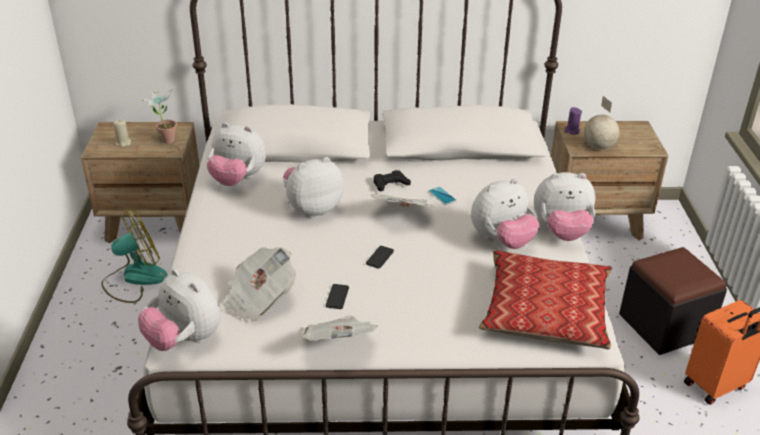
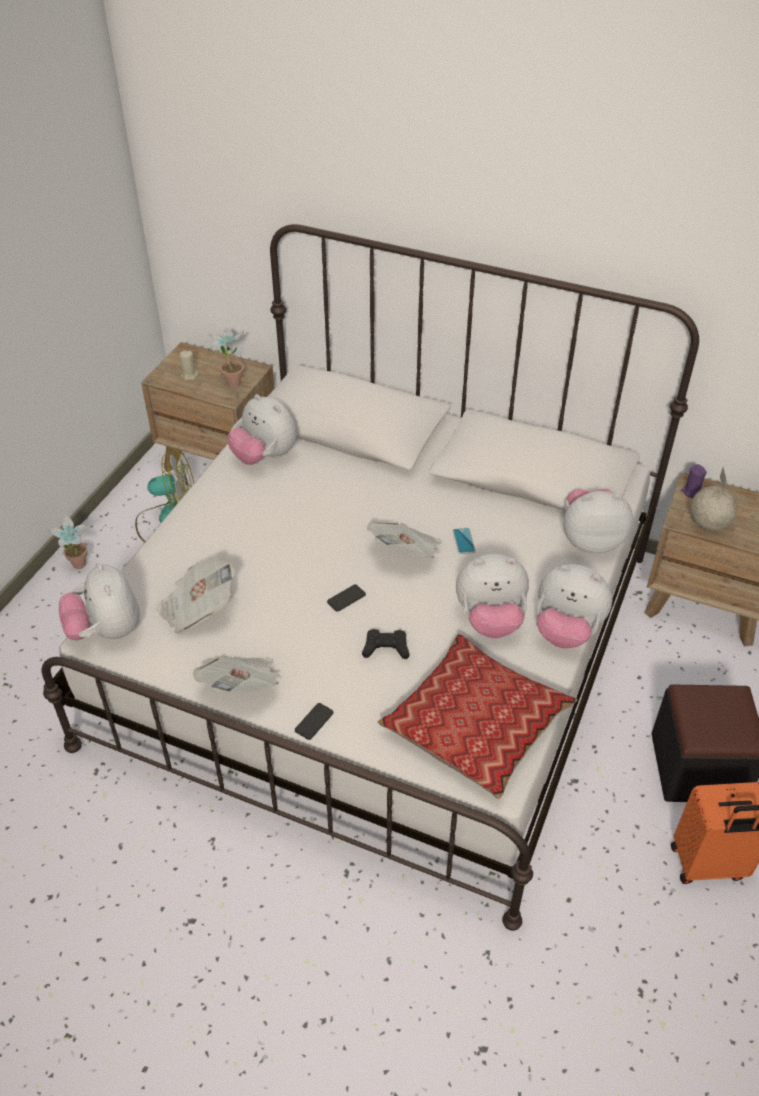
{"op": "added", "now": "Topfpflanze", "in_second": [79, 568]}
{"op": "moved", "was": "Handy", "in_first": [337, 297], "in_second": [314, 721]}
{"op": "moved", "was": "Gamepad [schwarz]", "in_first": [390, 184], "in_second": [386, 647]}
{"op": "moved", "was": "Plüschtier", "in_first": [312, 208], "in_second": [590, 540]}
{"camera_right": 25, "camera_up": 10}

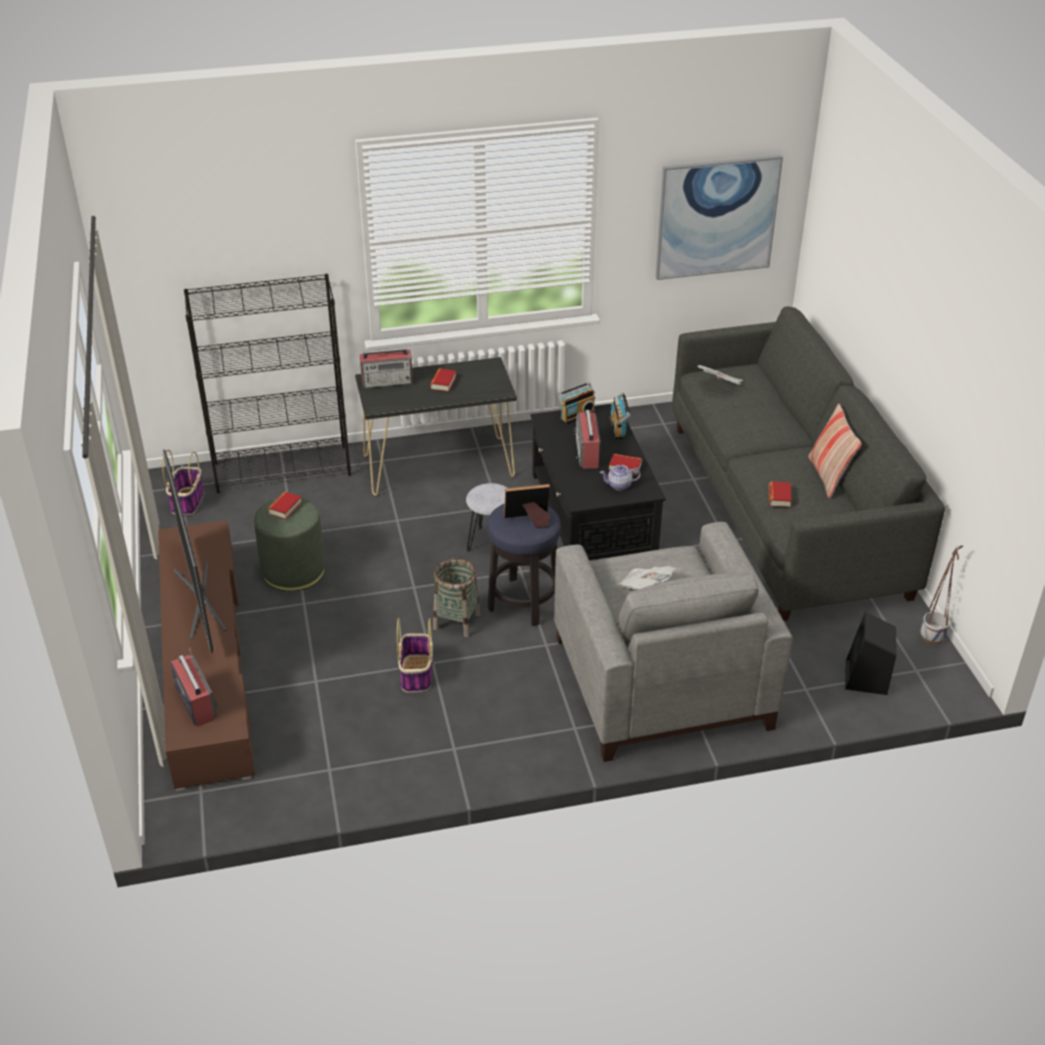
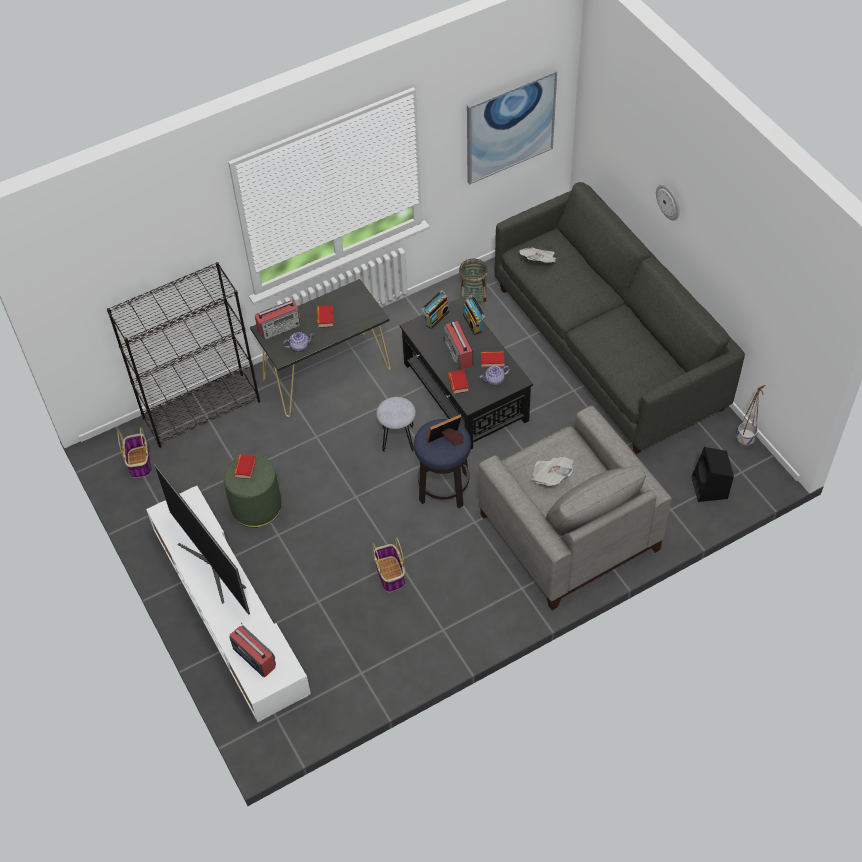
{"op": "recoloured", "was": "Fernsehschrank [braun]", "now": "Fernsehschrank [weiß]", "in_first": [207, 663], "in_second": [229, 609]}
{"op": "added", "now": "Teekanne", "in_second": [300, 346]}
{"op": "moved", "was": "Buch", "in_first": [779, 497], "in_second": [458, 383]}
{"op": "moved", "was": "Korb", "in_first": [457, 621], "in_second": [473, 300]}
{"op": "added", "now": "Wanduhr", "in_second": [668, 201]}
{"op": "removed", "was": "Kissen", "in_first": [828, 476]}
{"camera_right": -15, "camera_up": 15}

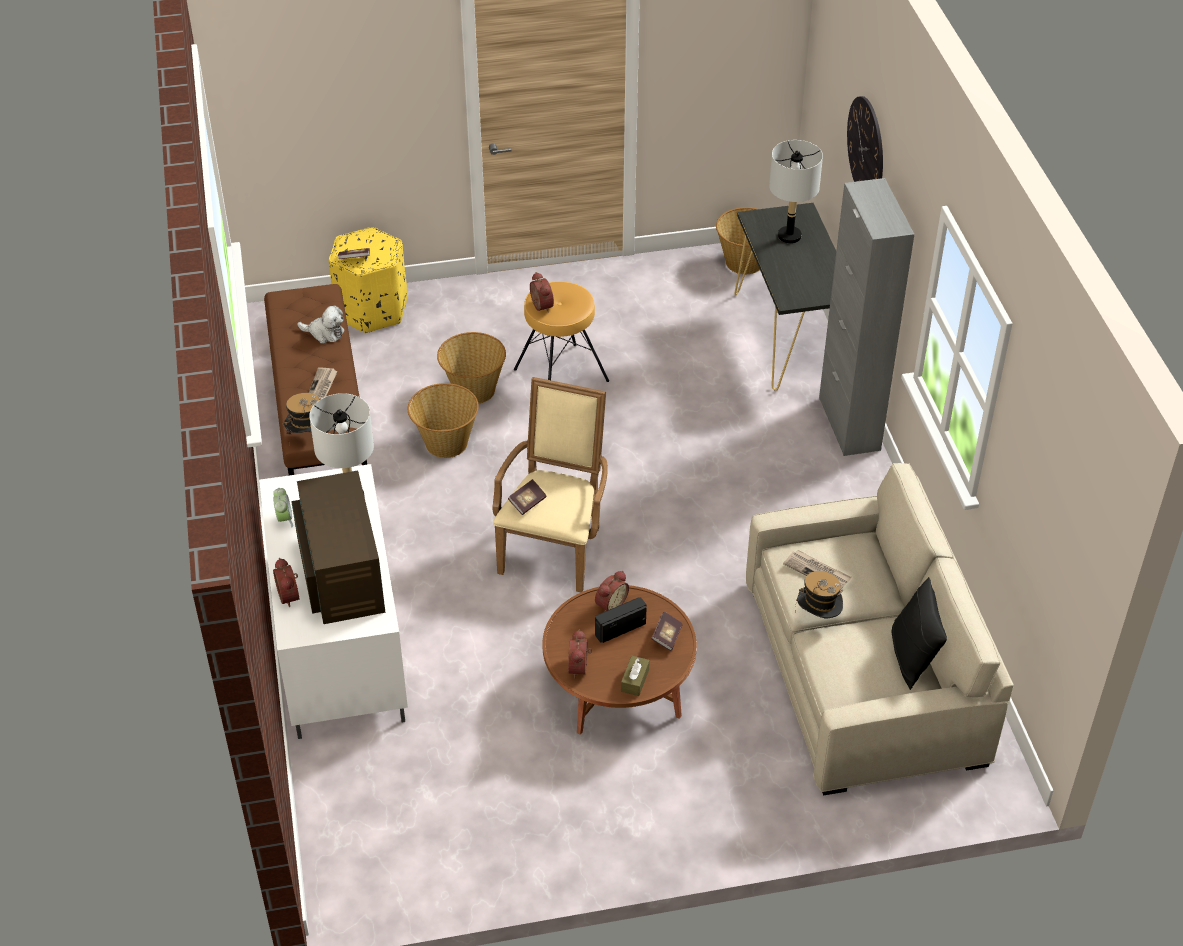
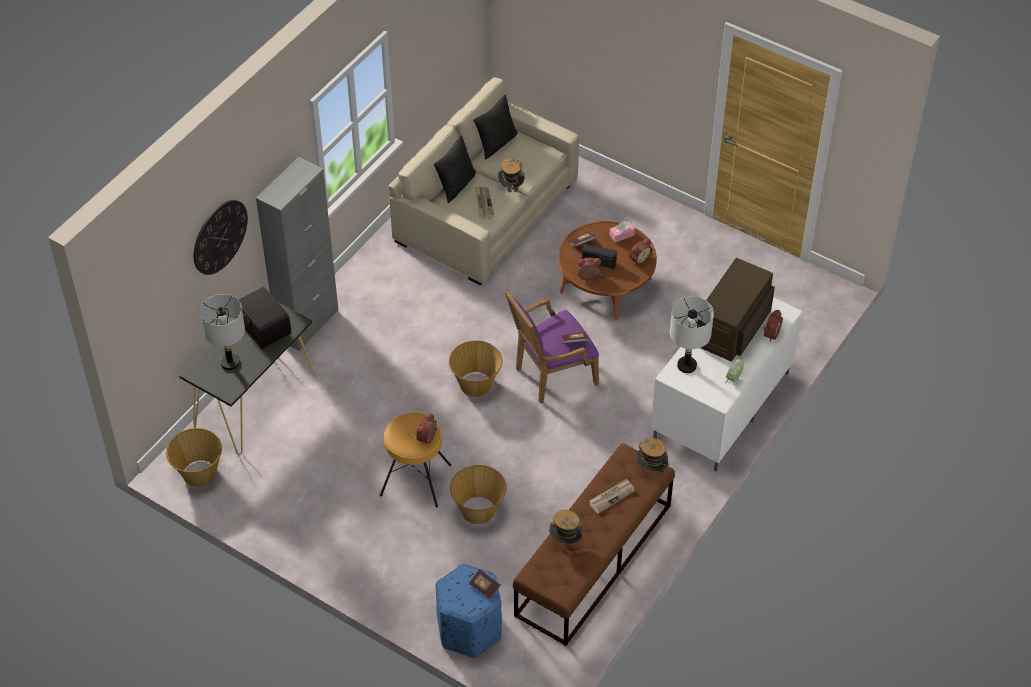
{"op": "added", "now": "Radio", "in_second": [265, 327]}
{"op": "added", "now": "Kissen [schwarz]", "in_second": [456, 185]}
{"op": "recoloured", "was": "Polsterhocker [gelb]", "now": "Polsterhocker [blau]", "in_first": [371, 310], "in_second": [469, 630]}
{"op": "moved", "was": "Korb", "in_first": [445, 443], "in_second": [476, 384]}
{"op": "recoloured", "was": "Sessel [beige]", "now": "Sessel [lila]", "in_first": [555, 546], "in_second": [550, 376]}
{"op": "replaced", "was": "Plüschtier", "now": "Hut", "in_first": [325, 333], "in_second": [565, 540]}
{"op": "recoloured", "was": "Taschentuchbox [braun]", "now": "Taschentuchbox [rosa]", "in_first": [635, 680], "in_second": [621, 235]}
{"camera_right": -135, "camera_up": 5}

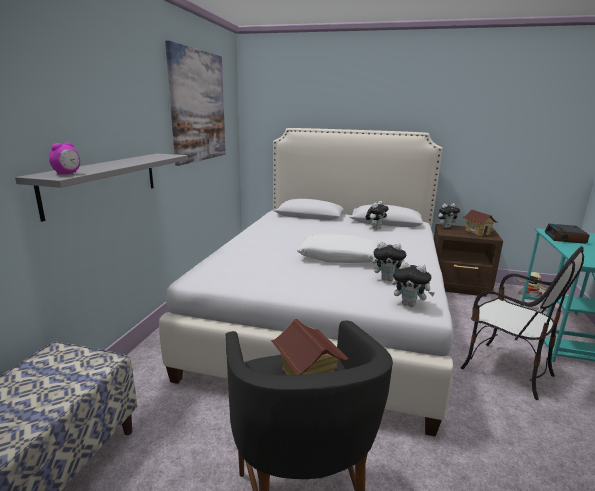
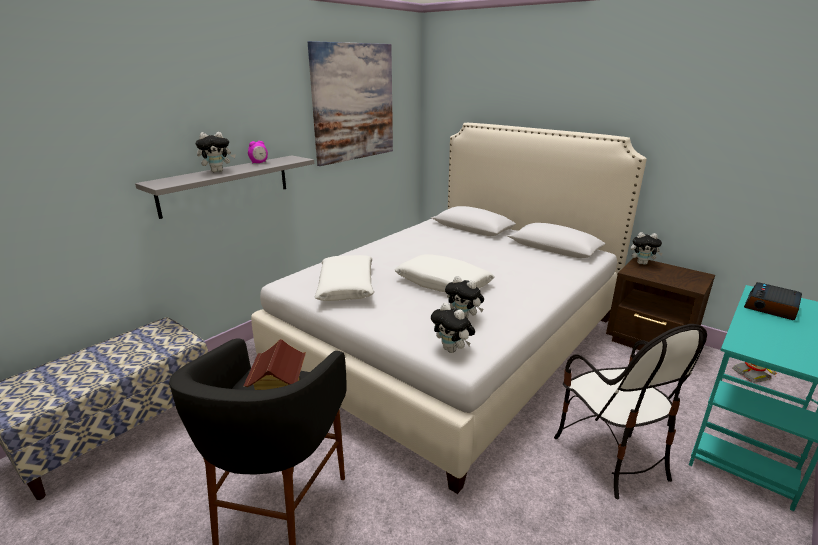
{"op": "moved", "was": "Plüschtier", "in_first": [375, 228], "in_second": [218, 171]}
{"op": "moved", "was": "Wecker", "in_first": [67, 174], "in_second": [259, 163]}
{"op": "added", "now": "Kissen [weiß]", "in_second": [346, 286]}
{"op": "removed", "was": "Spielzeughaus", "in_first": [477, 232]}
{"camera_right": 25, "camera_up": 5}

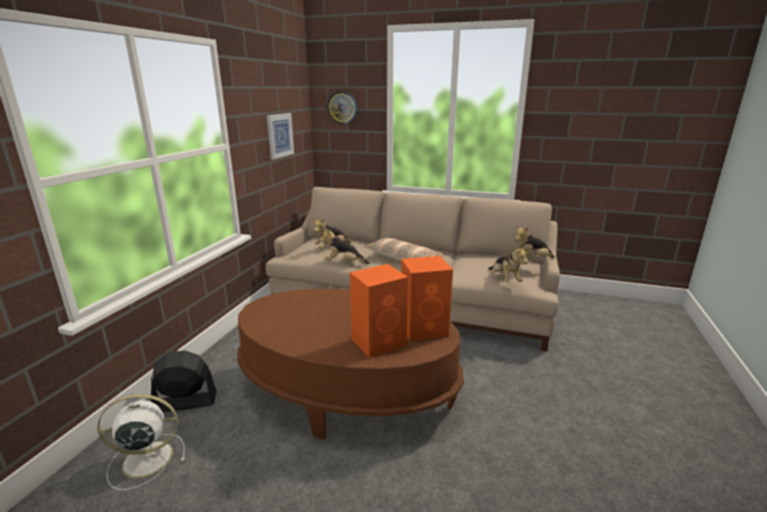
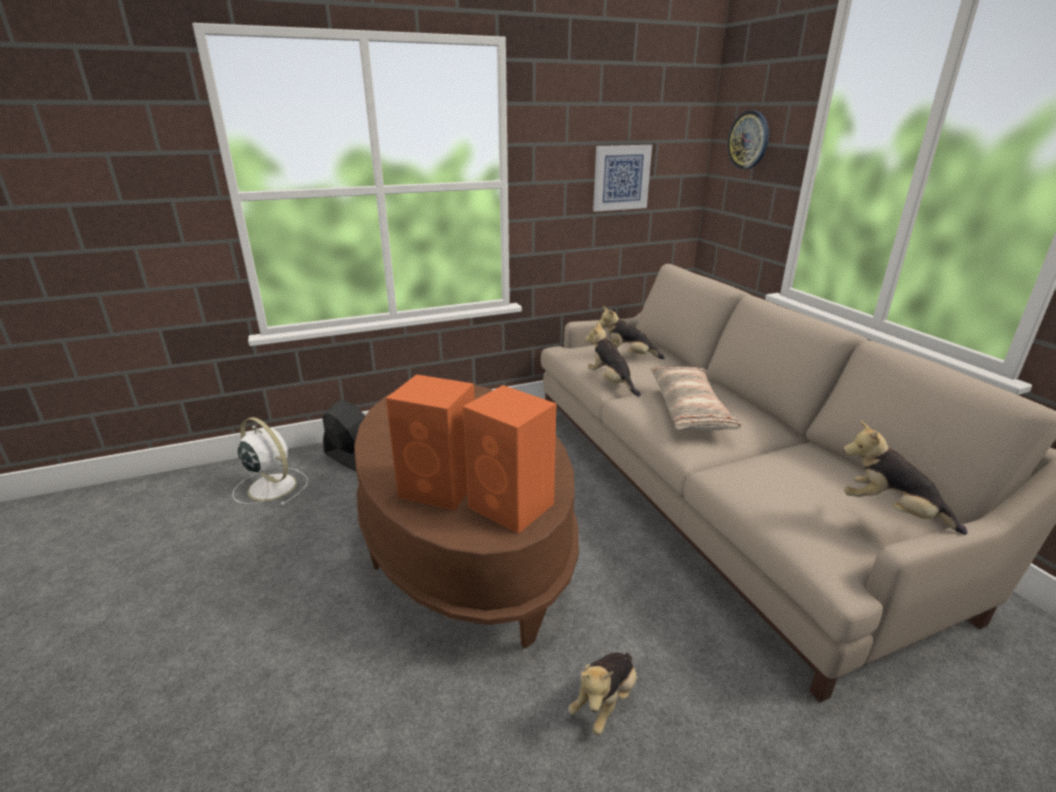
{"op": "moved", "was": "Plüschtier", "in_first": [504, 279], "in_second": [605, 701]}
{"camera_right": 50, "camera_up": 5}

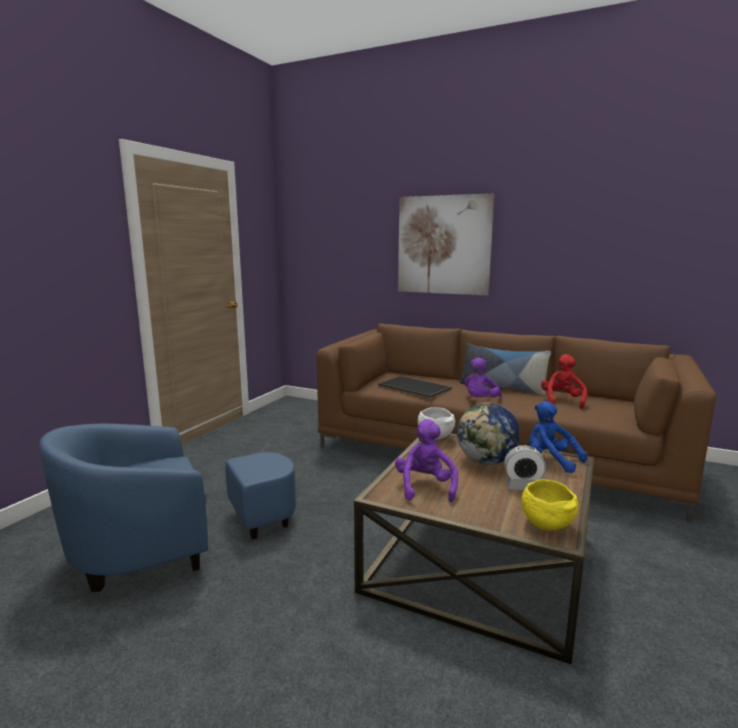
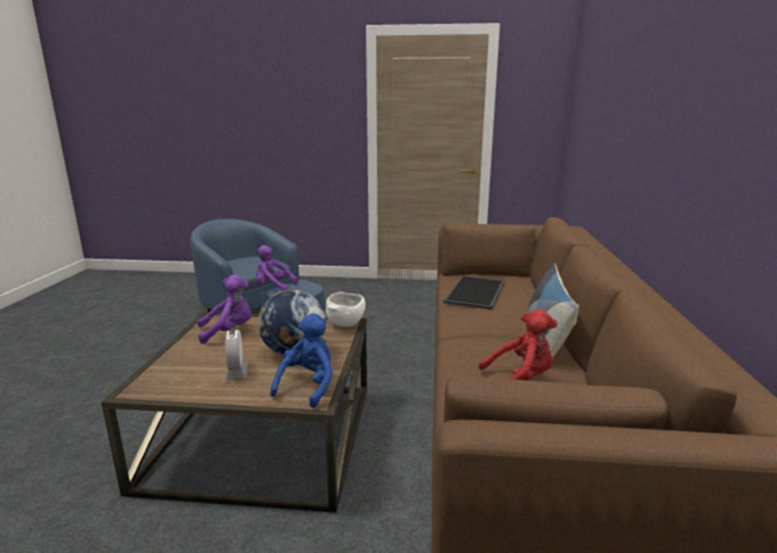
{"op": "moved", "was": "Plüschtier [lila]", "in_first": [480, 401], "in_second": [273, 287]}
{"op": "removed", "was": "Bild", "in_first": [443, 245]}
{"op": "removed", "was": "Schüssel [gelb]", "in_first": [545, 524]}
{"camera_right": 70, "camera_up": 5}

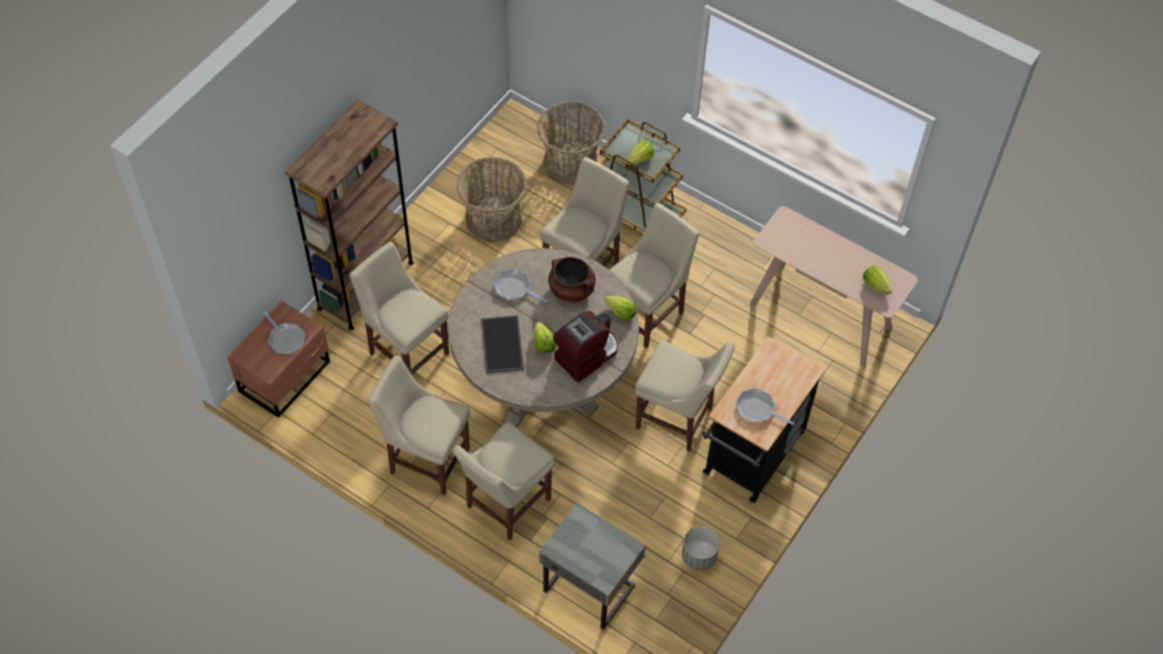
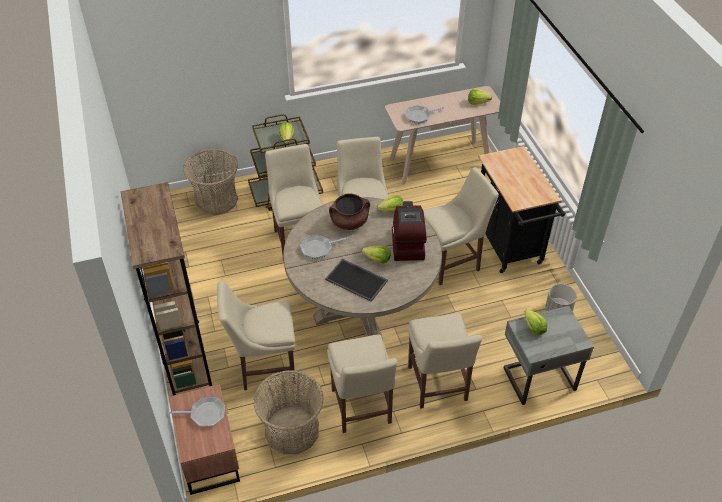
{"op": "moved", "was": "Korb", "in_first": [493, 219], "in_second": [291, 430]}
{"op": "turned", "was": "Stuhl [beige]", "in_first": [426, 459], "in_second": [361, 409], "clockwise": -75}
{"op": "moved", "was": "Pfanne", "in_first": [757, 409], "in_second": [419, 116]}
{"op": "added", "now": "Salatkopf", "in_second": [533, 328]}
{"camera_right": -50, "camera_up": -10}

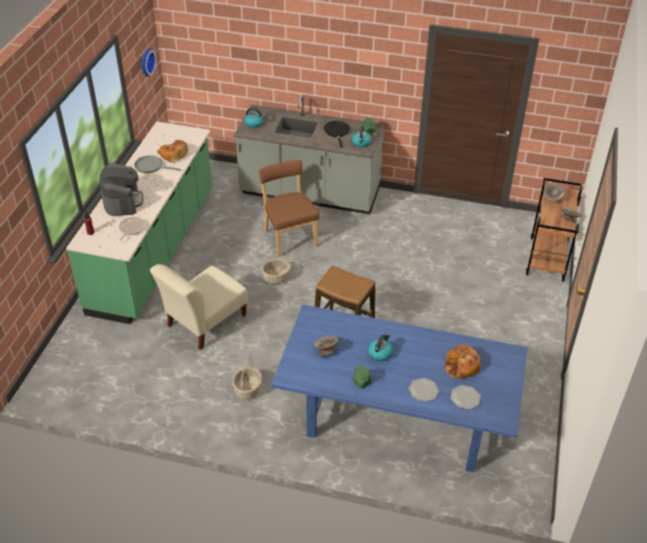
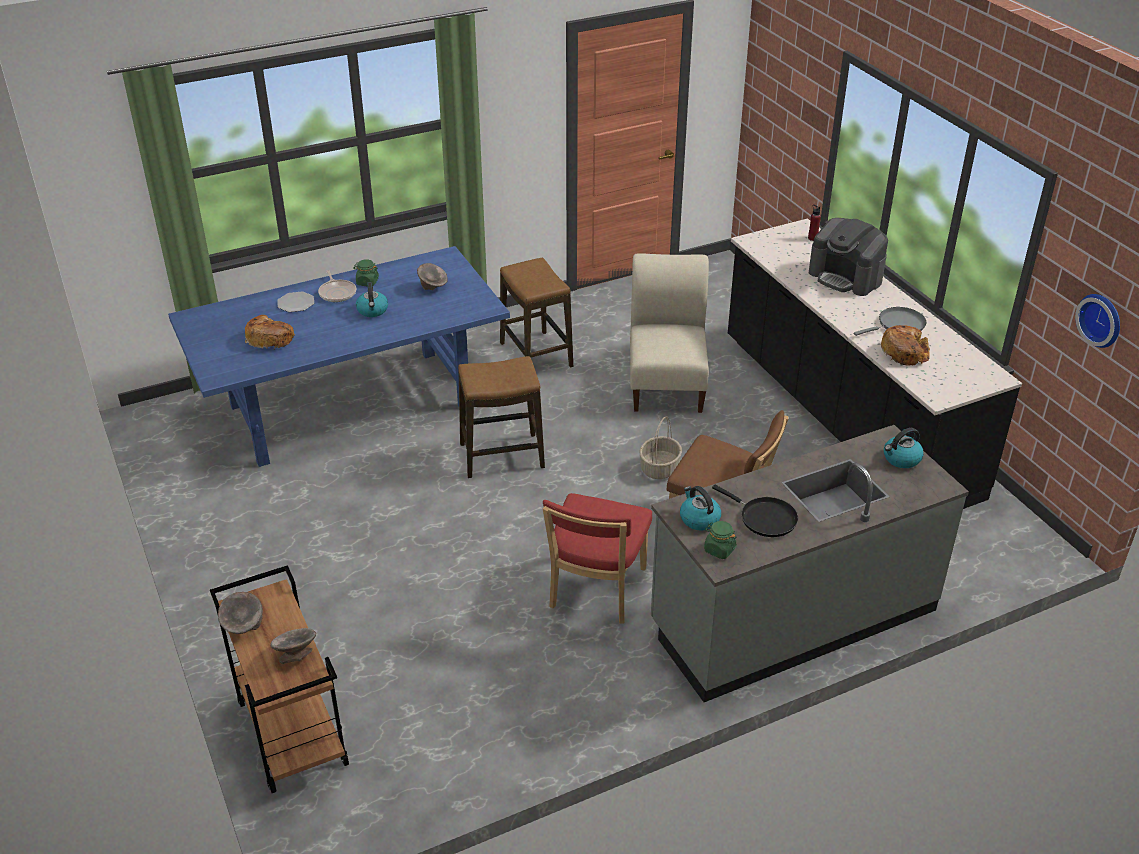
{"op": "moved", "was": "Pfanne", "in_first": [131, 229], "in_second": [337, 293]}
{"op": "replaced", "was": "Korb", "now": "Hocker", "in_first": [247, 389], "in_second": [536, 355]}
{"op": "added", "now": "Stuhl [rot]", "in_second": [595, 591]}
{"op": "recoloured", "was": "Küchenzeile [grün]", "now": "Küchenzeile [schwarz]", "in_first": [154, 250], "in_second": [845, 417]}
{"op": "removed", "was": "Teller", "in_first": [465, 398]}
{"camera_right": 140, "camera_up": -5}

